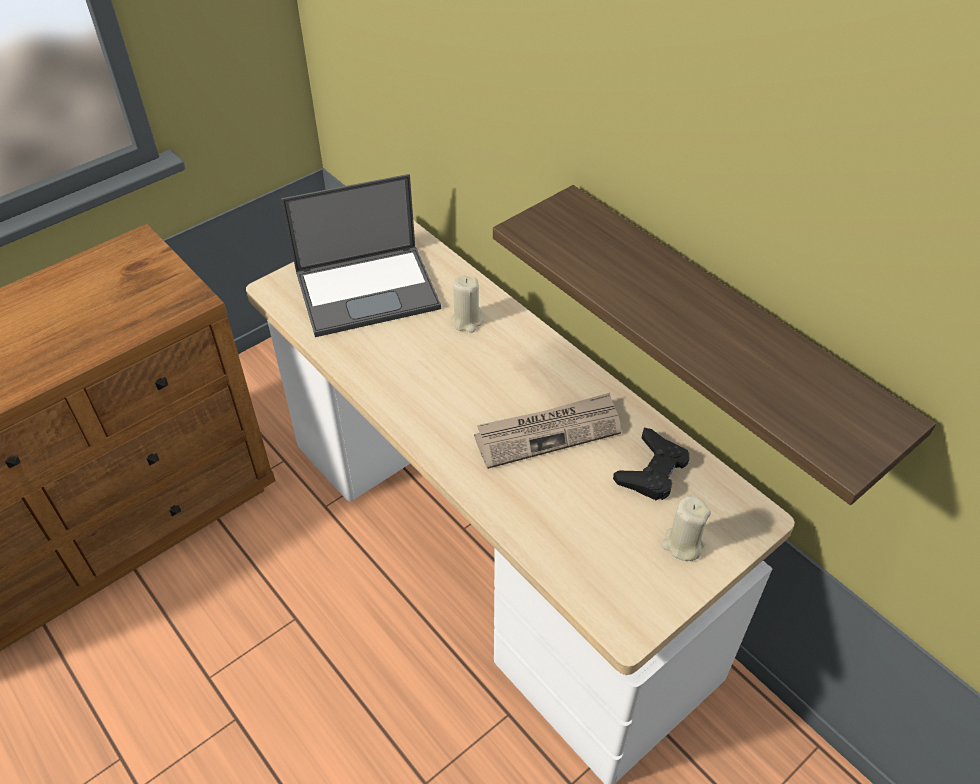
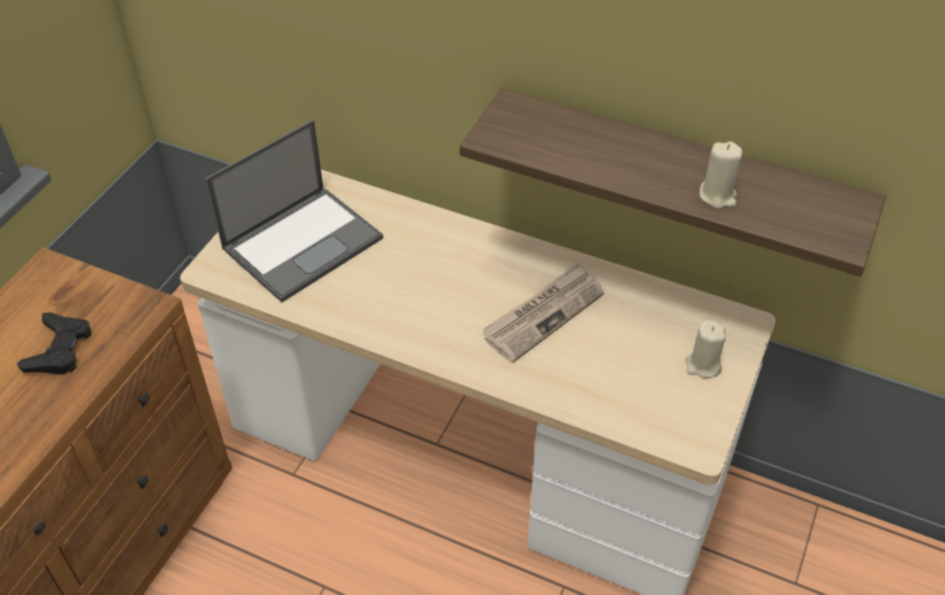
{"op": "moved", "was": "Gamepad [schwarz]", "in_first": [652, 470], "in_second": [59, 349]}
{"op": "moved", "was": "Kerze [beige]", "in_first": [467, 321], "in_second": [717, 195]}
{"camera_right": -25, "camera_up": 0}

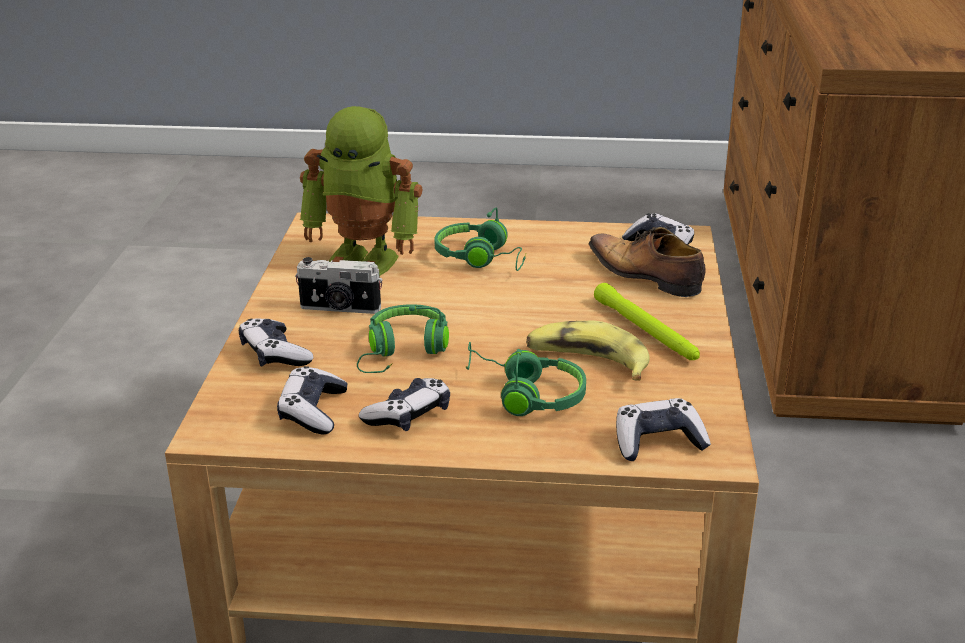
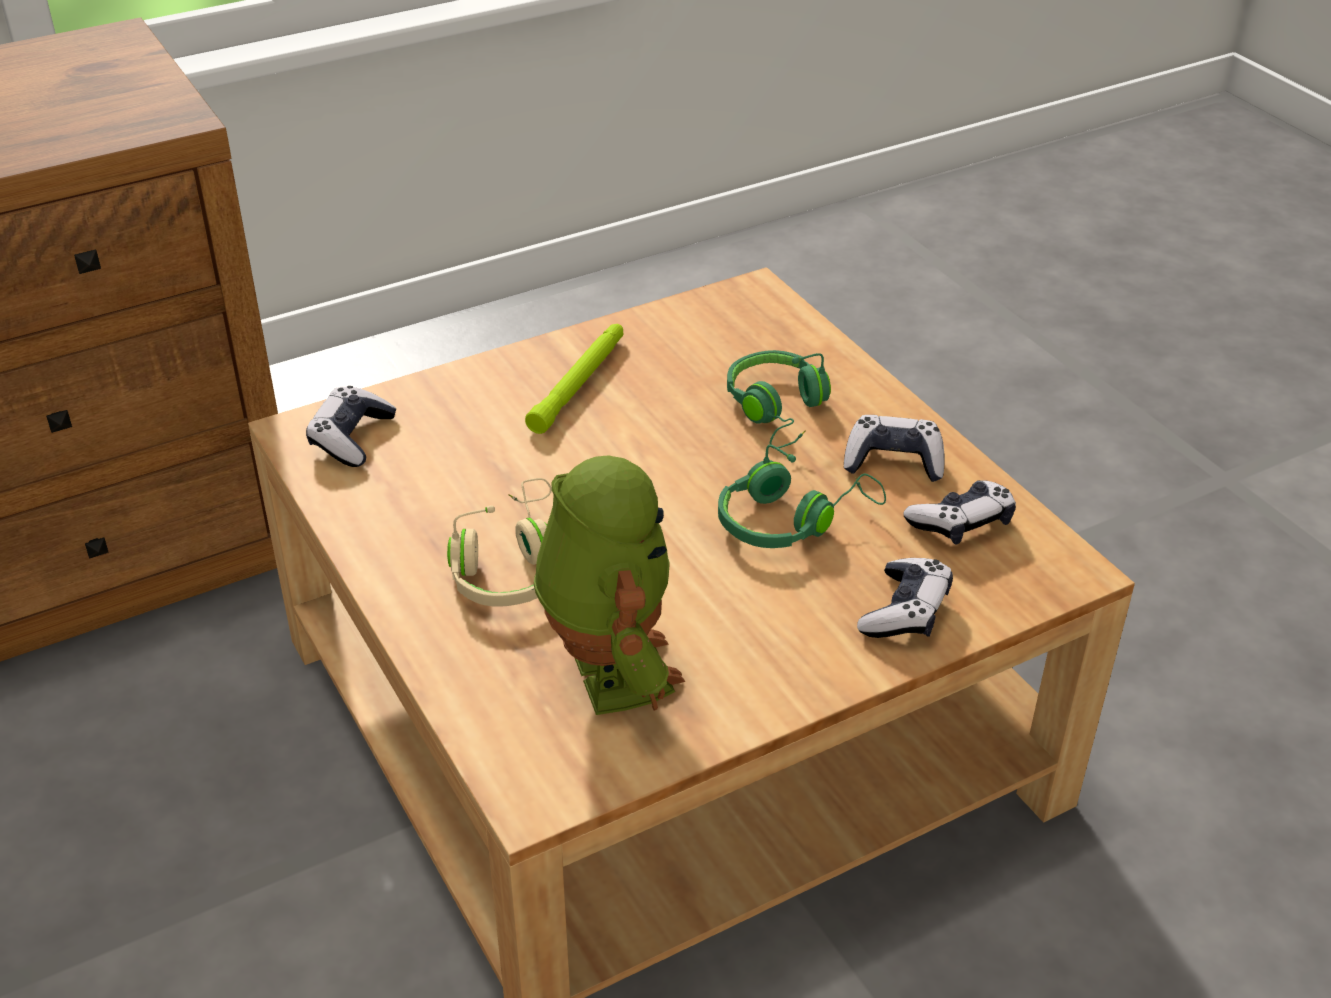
{"op": "recoloured", "was": "Kopfhörer [grün]", "now": "Kopfhörer [beige]", "in_first": [482, 258], "in_second": [509, 564]}
{"op": "removed", "was": "Kamera", "in_first": [340, 308]}
{"op": "removed", "was": "Banane", "in_first": [587, 362]}
{"op": "removed", "was": "Schuh", "in_first": [645, 275]}
{"op": "removed", "was": "Gamepad", "in_first": [658, 442]}
{"camera_right": -125, "camera_up": 10}

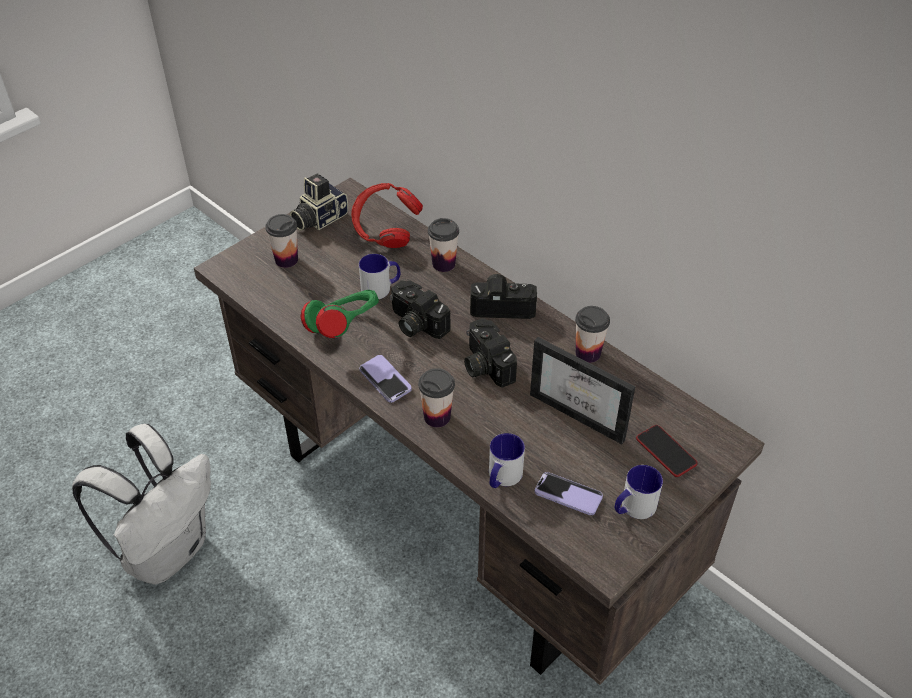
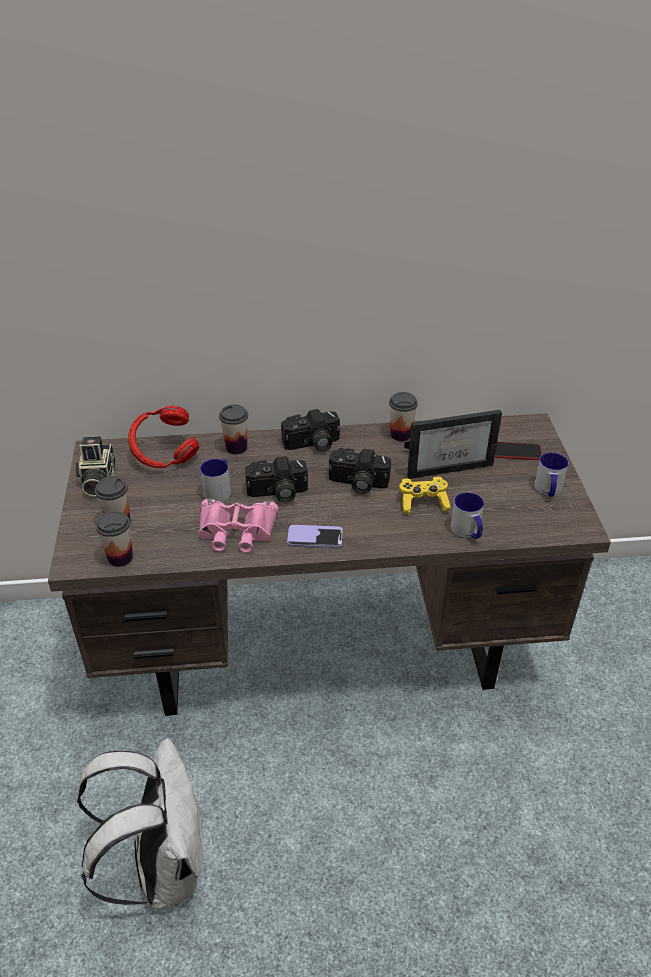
{"op": "moved", "was": "Tasse", "in_first": [437, 417], "in_second": [120, 557]}
{"op": "replaced", "was": "Kopfhörer [grün]", "now": "Fernglas [rosa]", "in_first": [344, 329], "in_second": [236, 531]}
{"op": "turned", "was": "Kamera", "in_first": [503, 305], "in_second": [312, 444], "clockwise": -150}
{"op": "added", "now": "Gamepad [gelb]", "in_second": [423, 502]}
{"op": "removed", "was": "Handy", "in_first": [568, 495]}
{"camera_right": -50, "camera_up": -5}

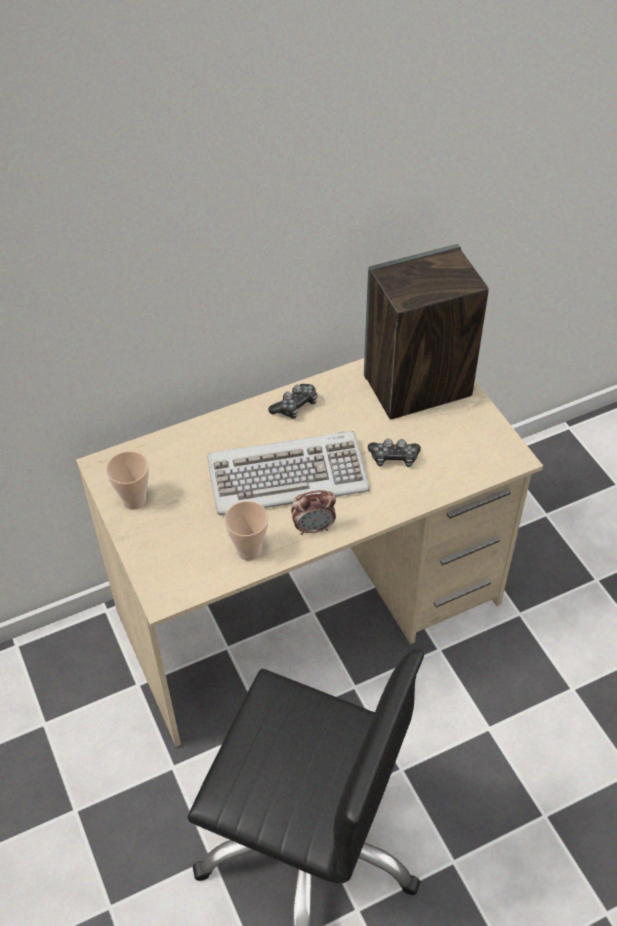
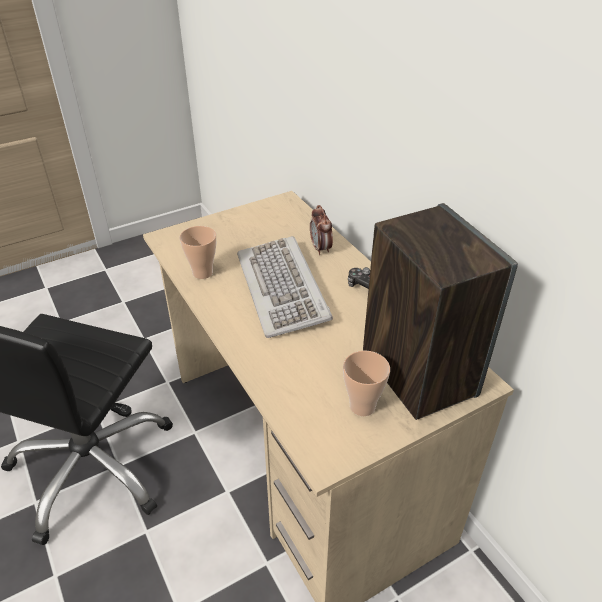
{"op": "moved", "was": "Wecker", "in_first": [314, 527], "in_second": [321, 248]}
{"op": "moved", "was": "Tasse", "in_first": [134, 500], "in_second": [362, 406]}
{"op": "removed", "was": "Gamepad", "in_first": [394, 458]}
{"camera_right": 85, "camera_up": -10}

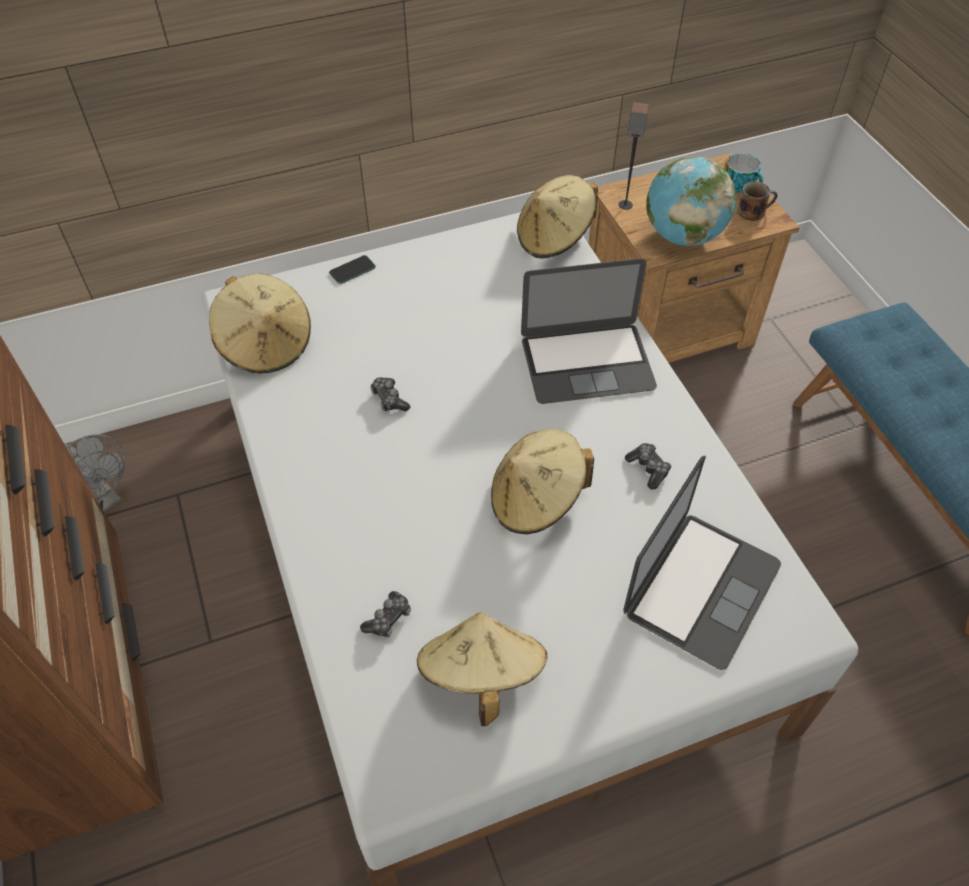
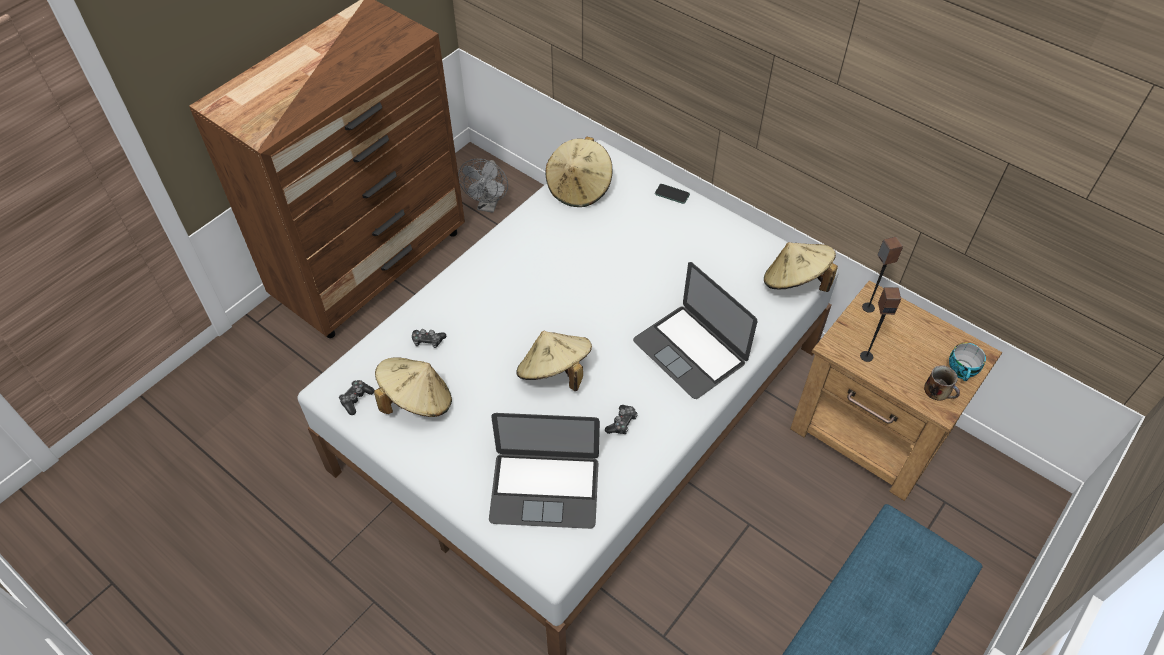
{"op": "moved", "was": "Gamepad", "in_first": [389, 399], "in_second": [356, 399]}
{"op": "replaced", "was": "Globus", "now": "Lautsprecher", "in_first": [683, 236], "in_second": [866, 356]}
{"camera_right": 60, "camera_up": 0}

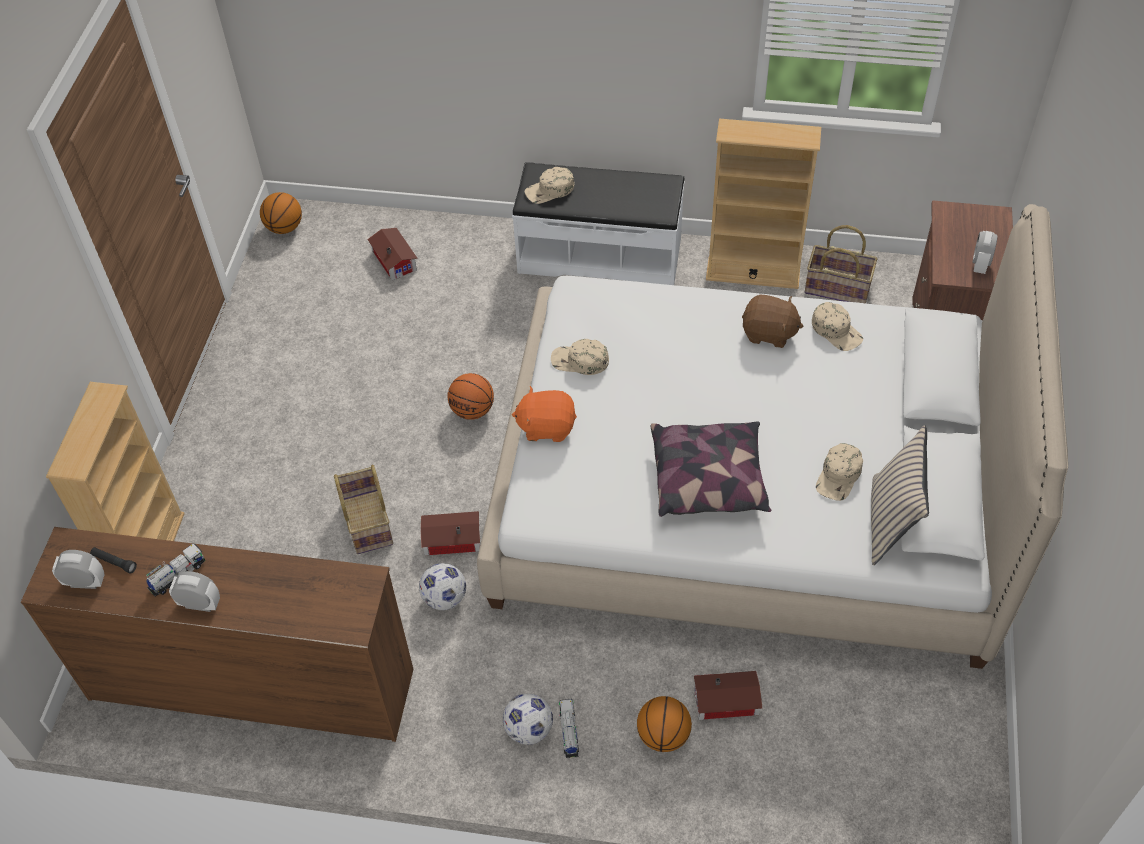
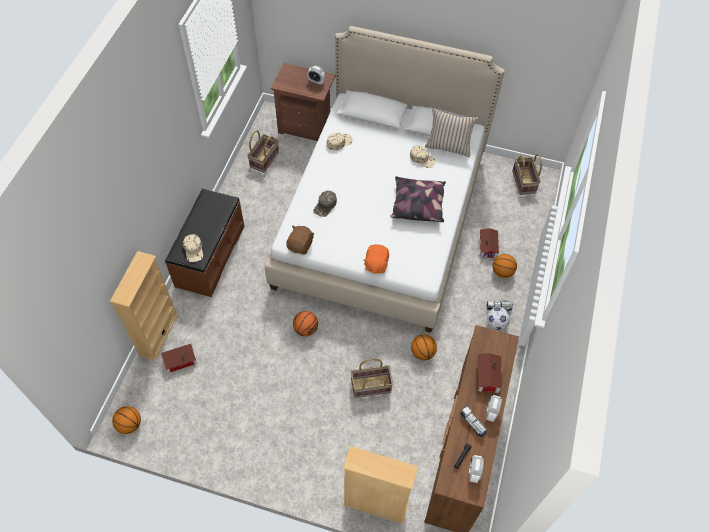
{"op": "moved", "was": "Bücherregal [beige]", "in_first": [753, 273], "in_second": [158, 334]}
{"op": "recoloured", "was": "Bank [weiß]", "now": "Bank [braun]", "in_first": [600, 255], "in_second": [209, 255]}
{"op": "moved", "was": "Plüschtier [braun]", "in_first": [769, 333], "in_second": [300, 245]}
{"op": "added", "now": "Kappe [grün]", "in_second": [325, 206]}
{"op": "replaced", "was": "Fußball", "now": "Basketball", "in_first": [444, 598], "in_second": [422, 353]}
{"op": "moved", "was": "Spielzeughaus", "in_first": [450, 538], "in_second": [486, 377]}
{"op": "added", "now": "Korb", "in_second": [524, 182]}
{"op": "removed", "was": "Kappe [beige]", "in_first": [579, 361]}
{"camera_right": -85, "camera_up": 5}

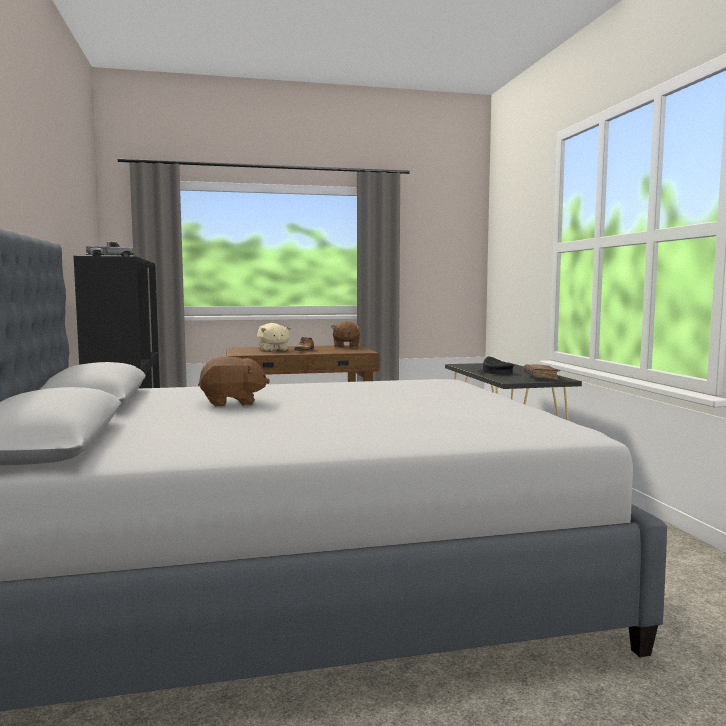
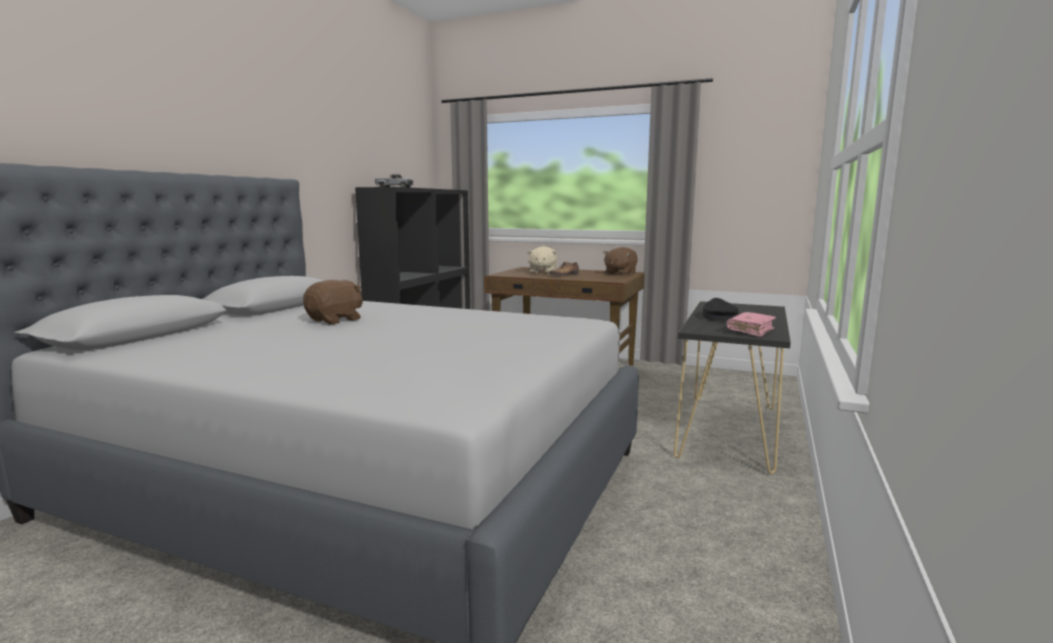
{"op": "turned", "was": "Plüschtier [braun]", "in_first": [232, 403], "in_second": [336, 320], "clockwise": -75}
{"op": "recoloured", "was": "Buch [braun]", "now": "Buch [rosa]", "in_first": [540, 377], "in_second": [750, 330]}
{"camera_right": 35, "camera_up": 5}

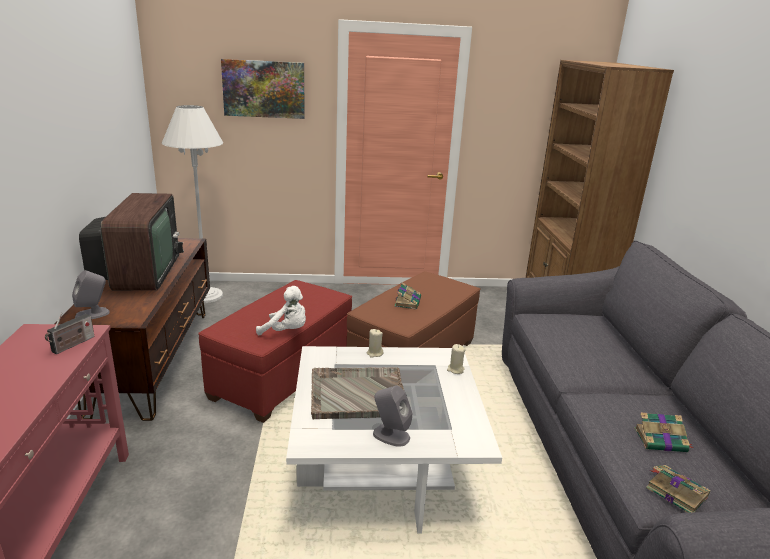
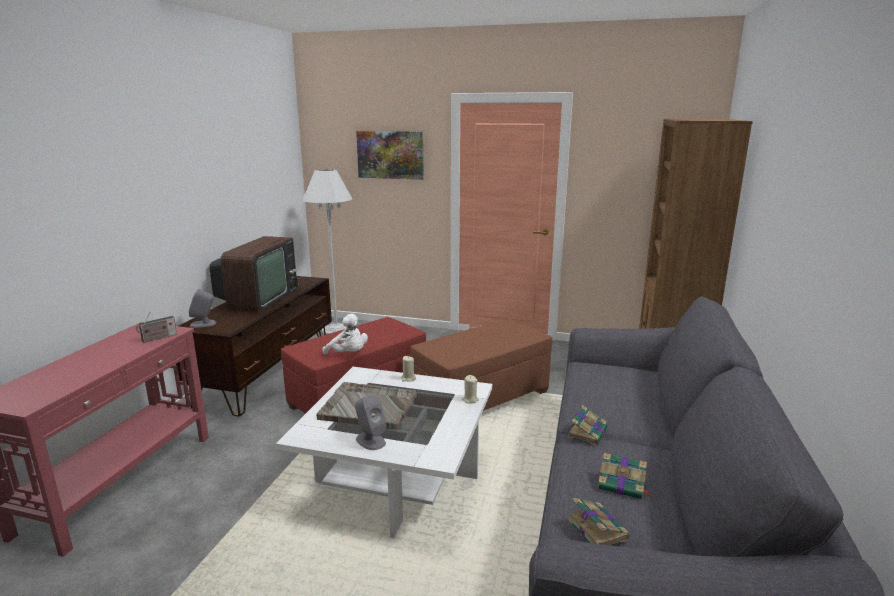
{"op": "moved", "was": "Buch", "in_first": [407, 302], "in_second": [587, 432]}
{"camera_right": 20, "camera_up": -5}

